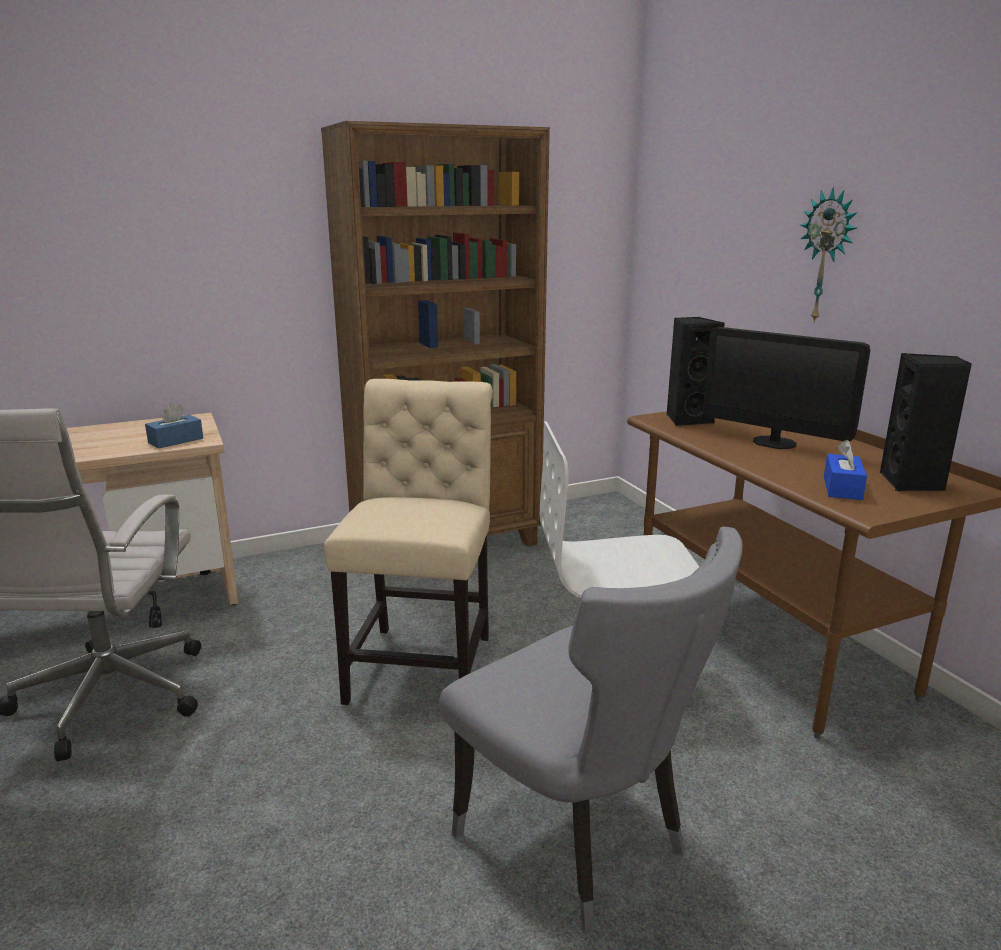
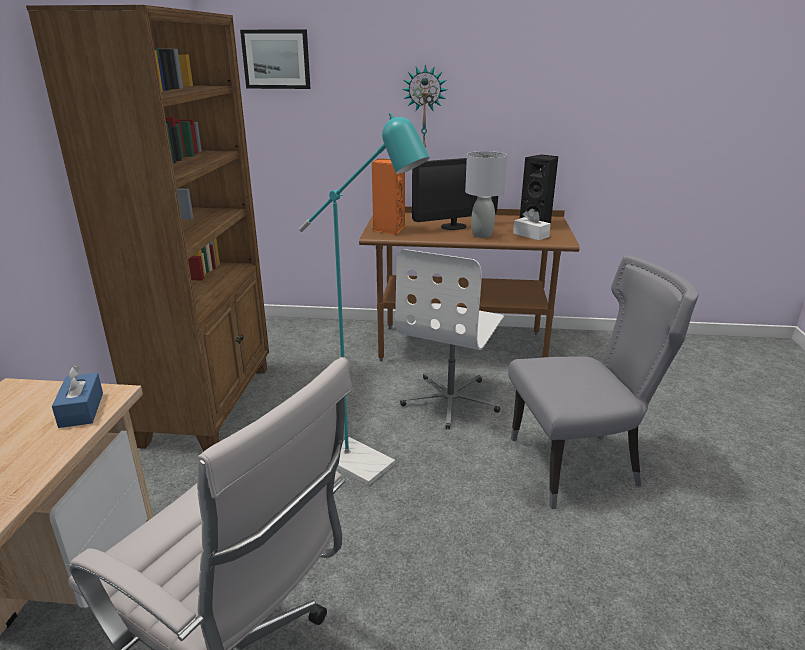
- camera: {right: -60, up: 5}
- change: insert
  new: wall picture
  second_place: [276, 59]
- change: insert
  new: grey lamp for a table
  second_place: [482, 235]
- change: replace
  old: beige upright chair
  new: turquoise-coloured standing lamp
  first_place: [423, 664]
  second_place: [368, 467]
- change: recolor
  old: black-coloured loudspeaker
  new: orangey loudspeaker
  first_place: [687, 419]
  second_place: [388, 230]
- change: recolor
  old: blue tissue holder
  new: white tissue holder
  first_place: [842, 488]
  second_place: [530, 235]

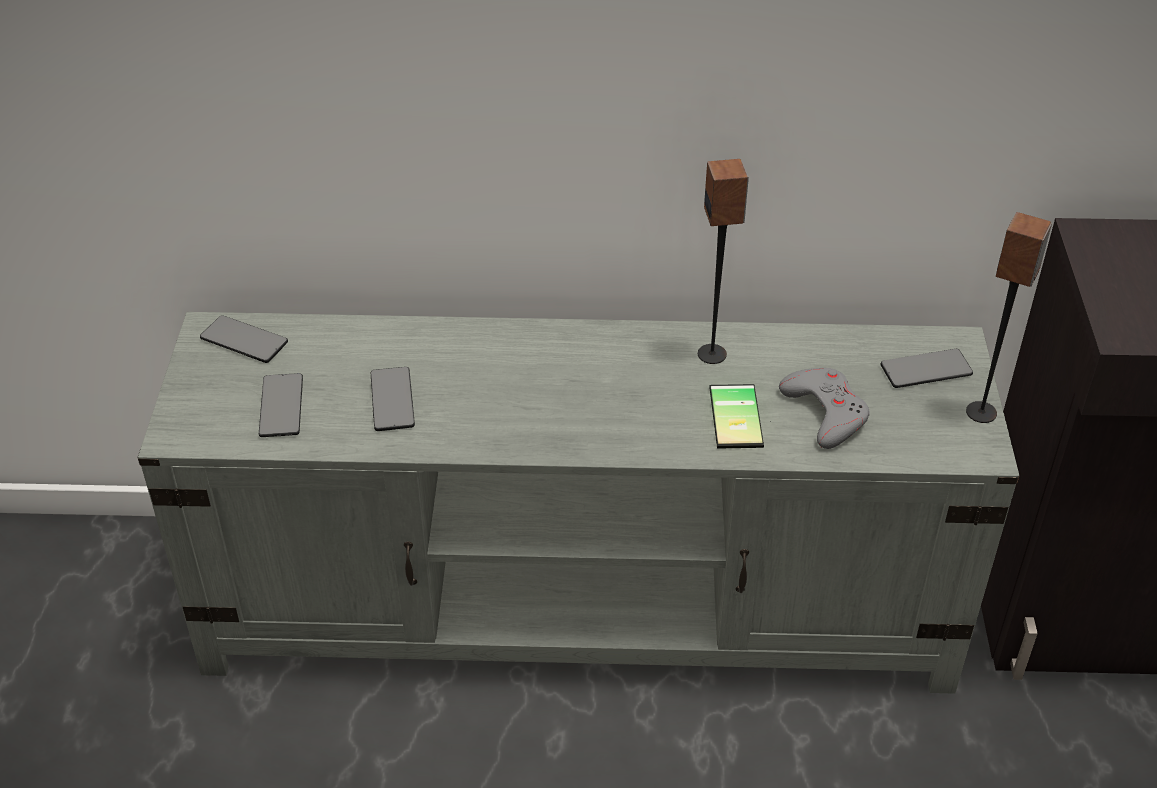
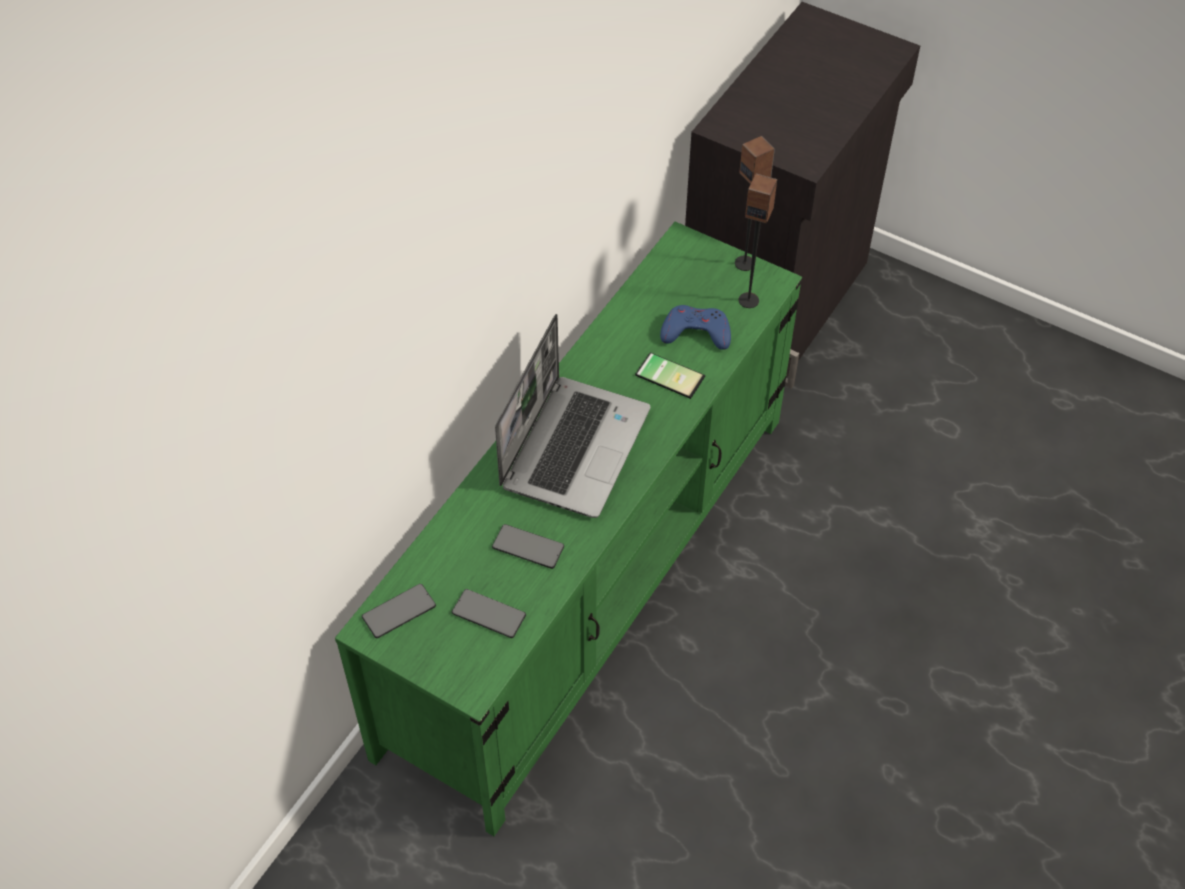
- camera: {right: -60, up: 10}
- change: delete
  old: phone
  first_place: [926, 370]
- change: insert
  new: notebook computer
  second_place: [574, 446]
- change: move
  old: loudspeaker
  first_place: [712, 354]
  second_place: [748, 300]
- change: recolor
  old: grey media console
  new: green-coloured media console
  first_place: [582, 608]
  second_place: [590, 577]
- change: recolor
  old: grey game controller
  new: blue game controller
  first_place: [825, 412]
  second_place: [696, 332]

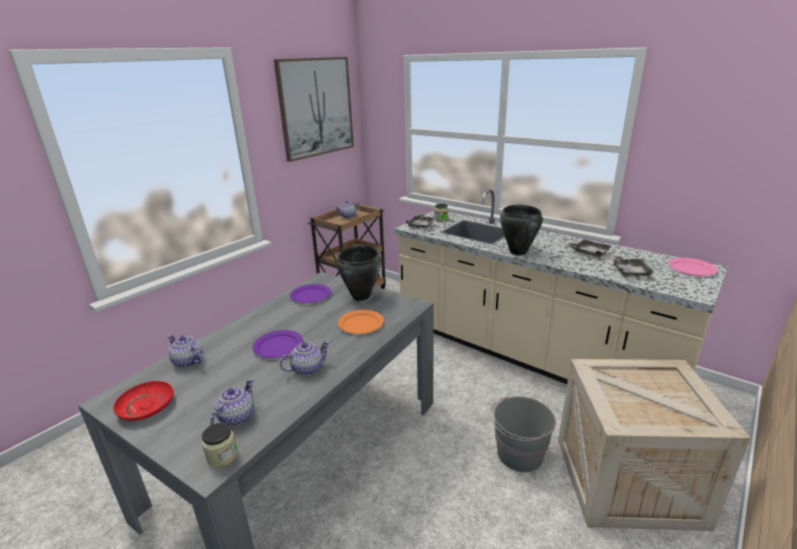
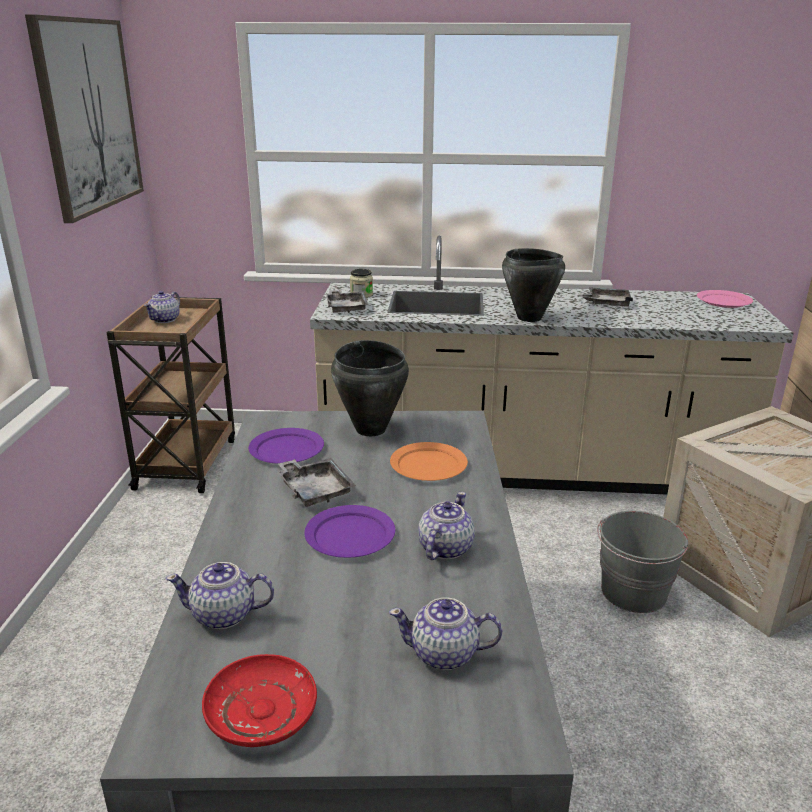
- camera: {right: -35, up: 0}
- change: delete
  old: storage jar
  first_place: [222, 456]
- change: move
  old: grey serving tray
  first_place: [630, 271]
  second_place: [315, 490]
- change: rotate
  old: tea pot
  first_place: [236, 417]
  second_place: [445, 654]
  degrees: -75

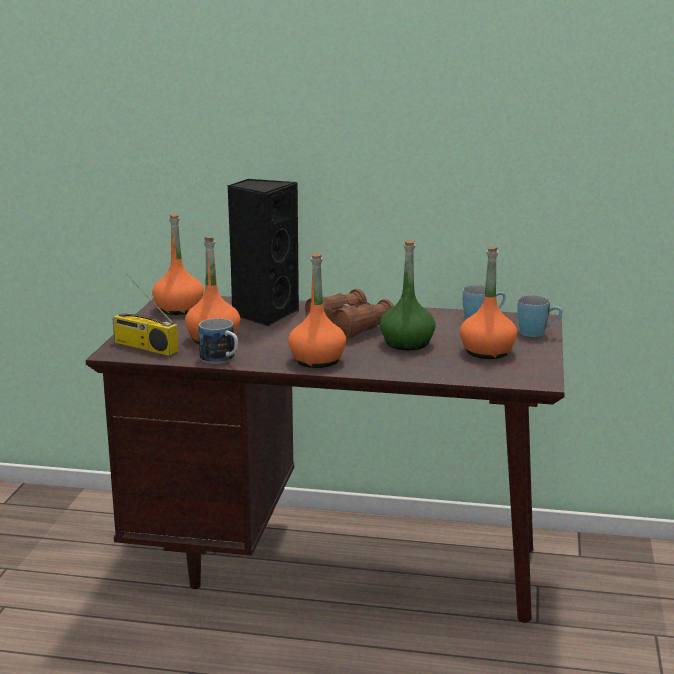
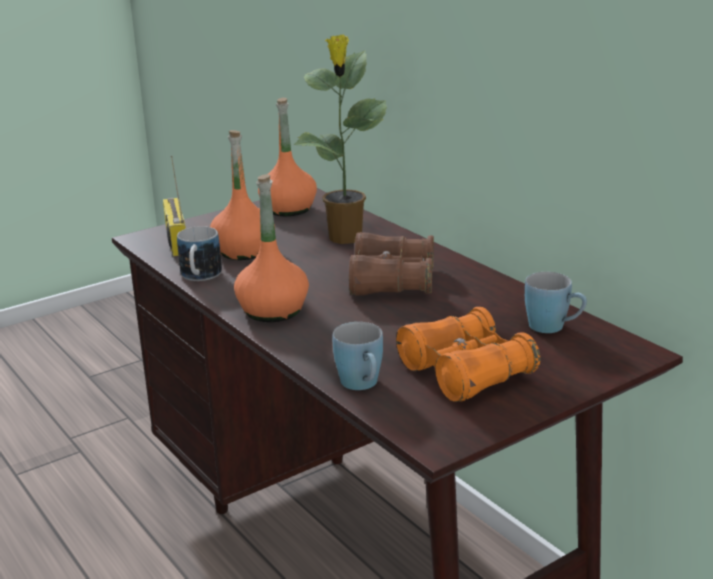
- camera: {right: 45, up: 5}
- change: delete
  old: green-coloured drink bottle
  first_place: [407, 343]
- change: move
  old: blue mug
  first_place: [538, 334]
  second_place: [362, 385]
- change: replace
  old: black-coloured loudspeaker
  new: houseplant
  first_place: [264, 314]
  second_place: [345, 238]
- change: replace
  old: orangey drink bottle
  new: orangey field glasses
  first_place: [487, 352]
  second_place: [465, 372]

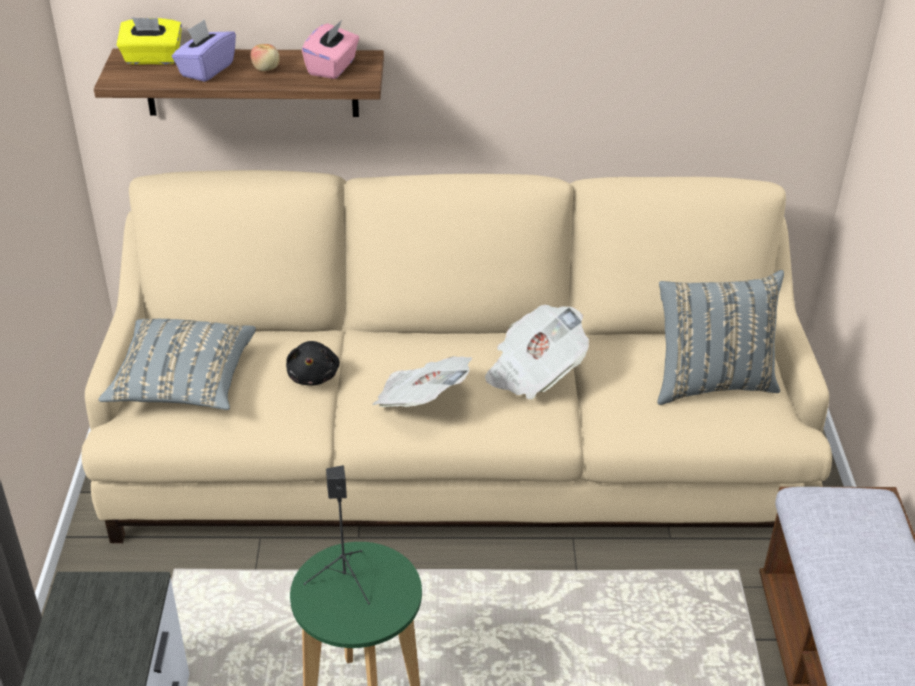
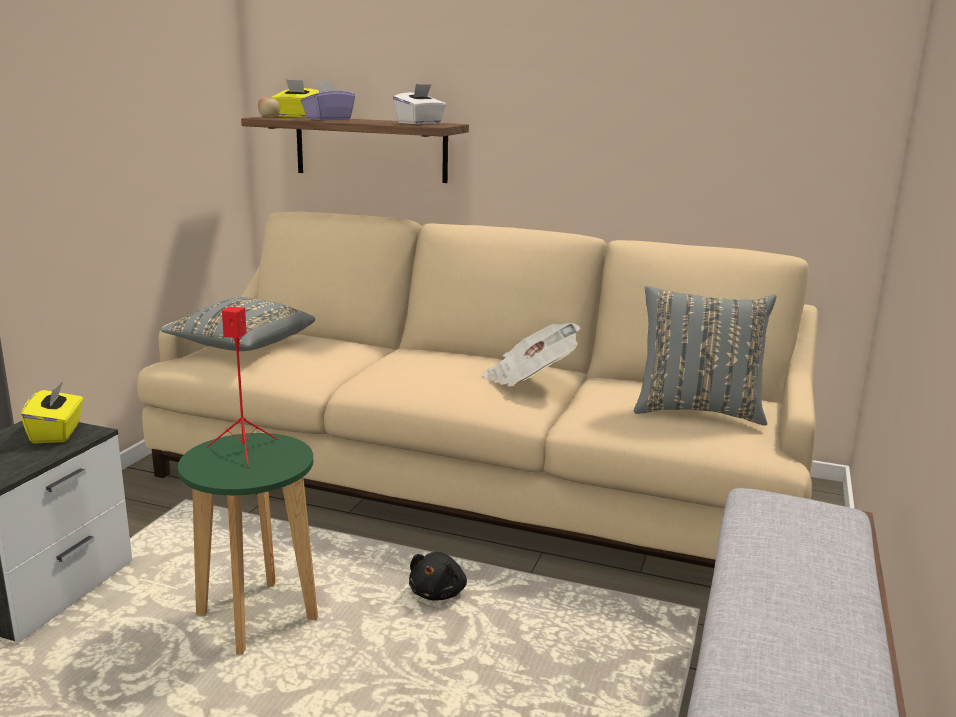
- camera: {right: 20, up: -20}
- change: delete
  old: daily paper
  first_place: [421, 401]
- change: insert
  new: yellow tissue holder
  second_place: [57, 433]
- change: move
  old: apple fruit
  first_place: [266, 69]
  second_place: [269, 117]
- change: move
  old: black-coloured cuddly toy
  first_place: [313, 376]
  second_place: [438, 592]
- change: recolor
  old: pinkish tissue holder
  new: white tissue holder
  first_place: [332, 67]
  second_place: [420, 123]
- change: recolor
  old: black-coloured loudspeaker
  new: red loudspeaker
  first_place: [344, 578]
  second_place: [244, 450]

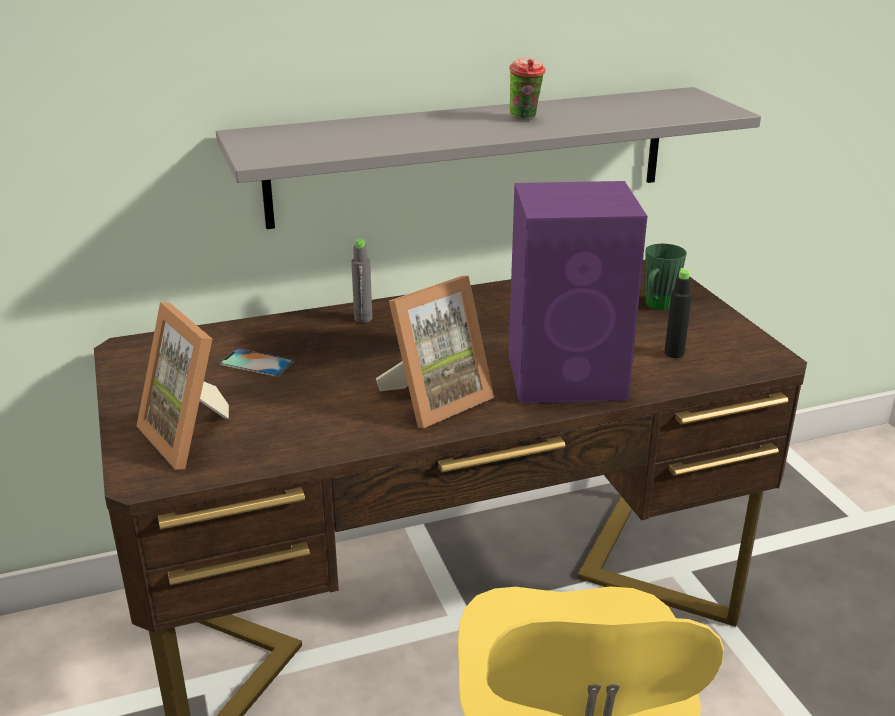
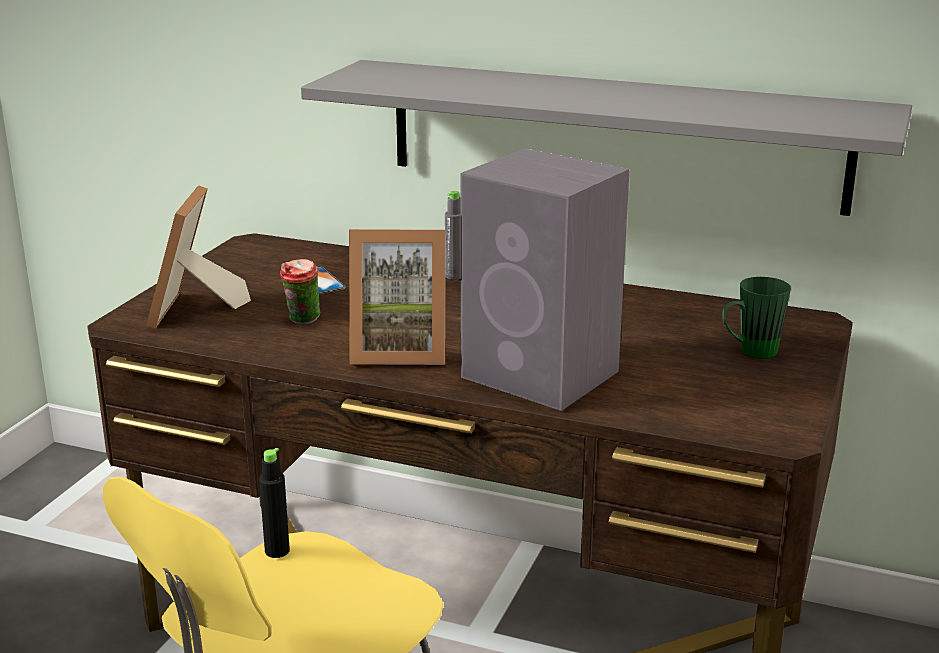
- camera: {right: 40, up: -5}
- change: move
  old: small cup
  first_place: [525, 118]
  second_place: [302, 322]
- change: move
  old: black-coloured drink bottle
  first_place: [674, 353]
  second_place: [277, 551]
- change: recolor
  old: purple-coloured loudspeaker
  new: grey loudspeaker
  first_place: [569, 377]
  second_place: [543, 375]

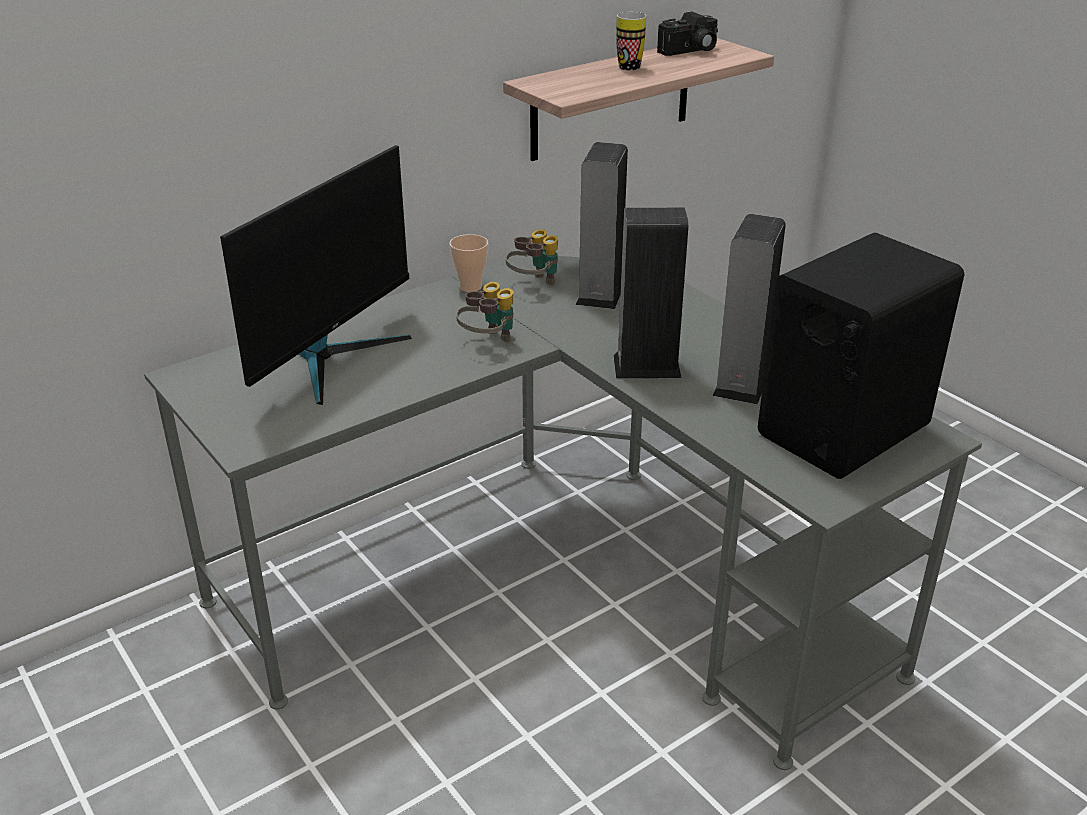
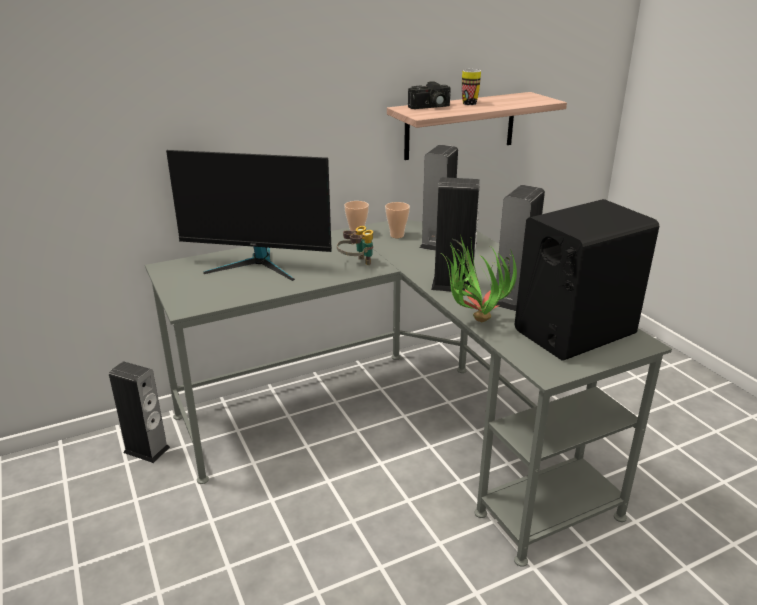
- camera: {right: 10, up: -5}
- change: insert
  new: loudspeaker
  second_place: [146, 450]
- change: insert
  new: houseplant
  second_place: [472, 321]
- change: move
  old: still camera
  first_place: [690, 51]
  second_place: [430, 107]
- change: replace
  old: field glasses
  new: small cup
  first_place: [534, 284]
  second_place: [397, 235]
- change: rotate
  old: computer display
  first_place: [332, 357]
  second_place: [258, 265]
  degrees: 60

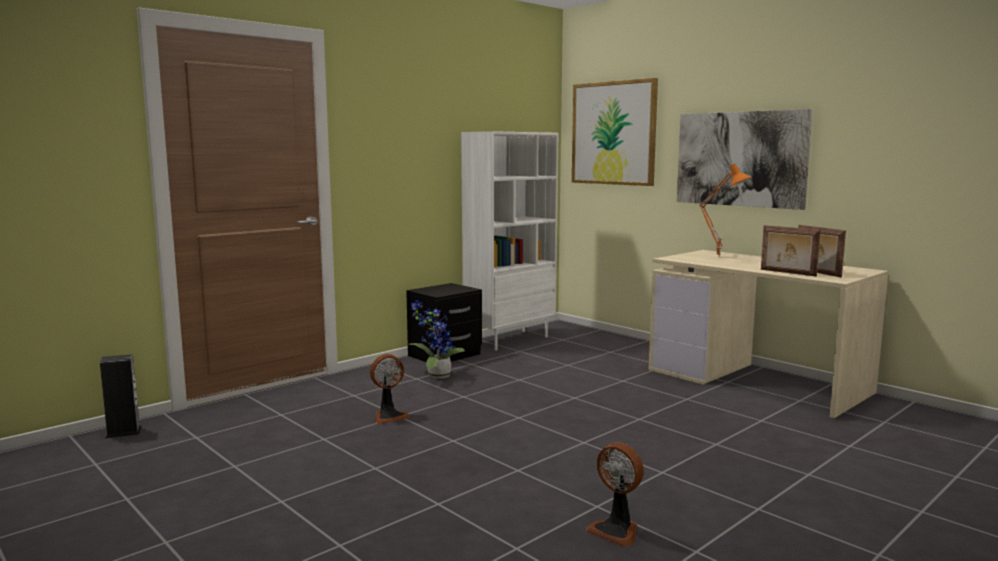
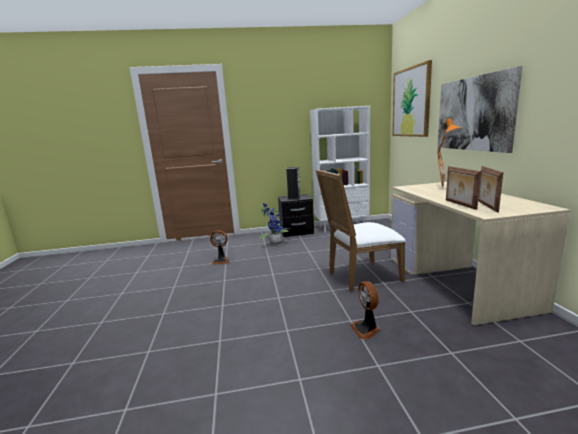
- camera: {right: 35, up: 5}
- change: insert
  new: white upright chair
  second_place: [360, 277]
- change: move
  old: loudspeaker
  first_place: [123, 432]
  second_place: [294, 198]
- change: move
  old: fan
  first_place: [616, 531]
  second_place: [366, 329]

